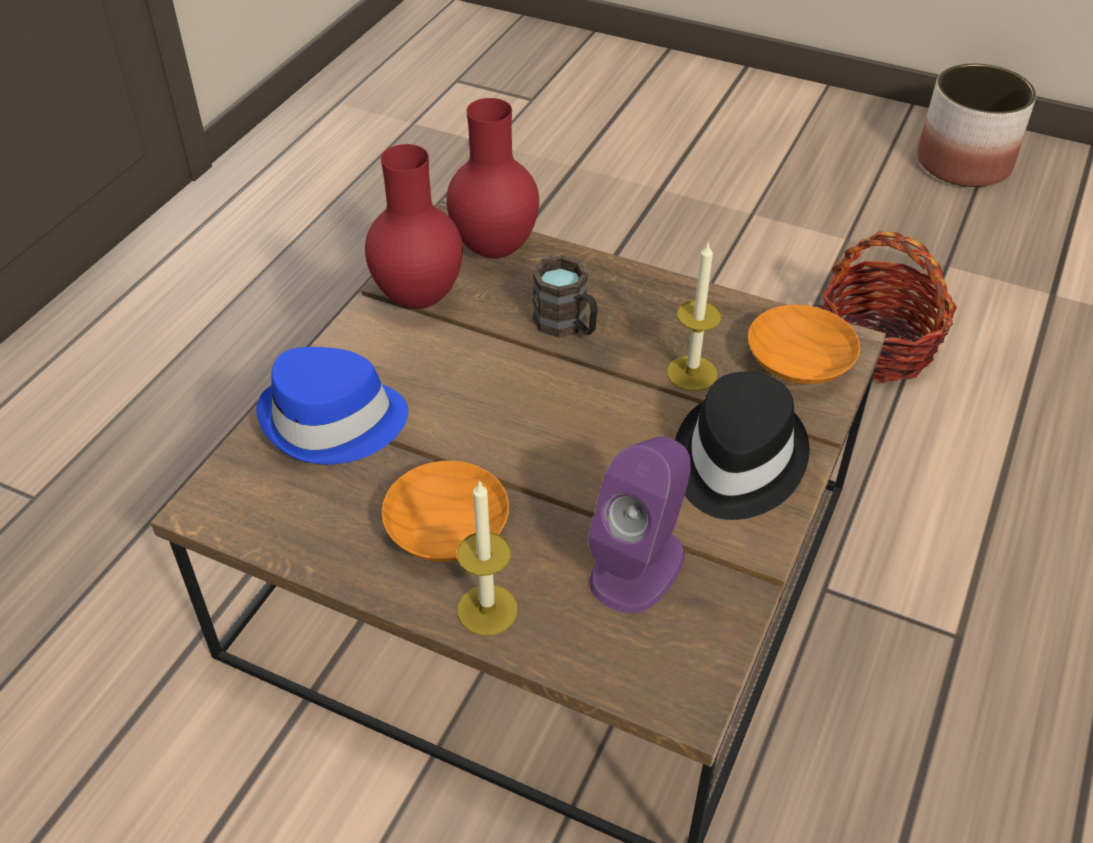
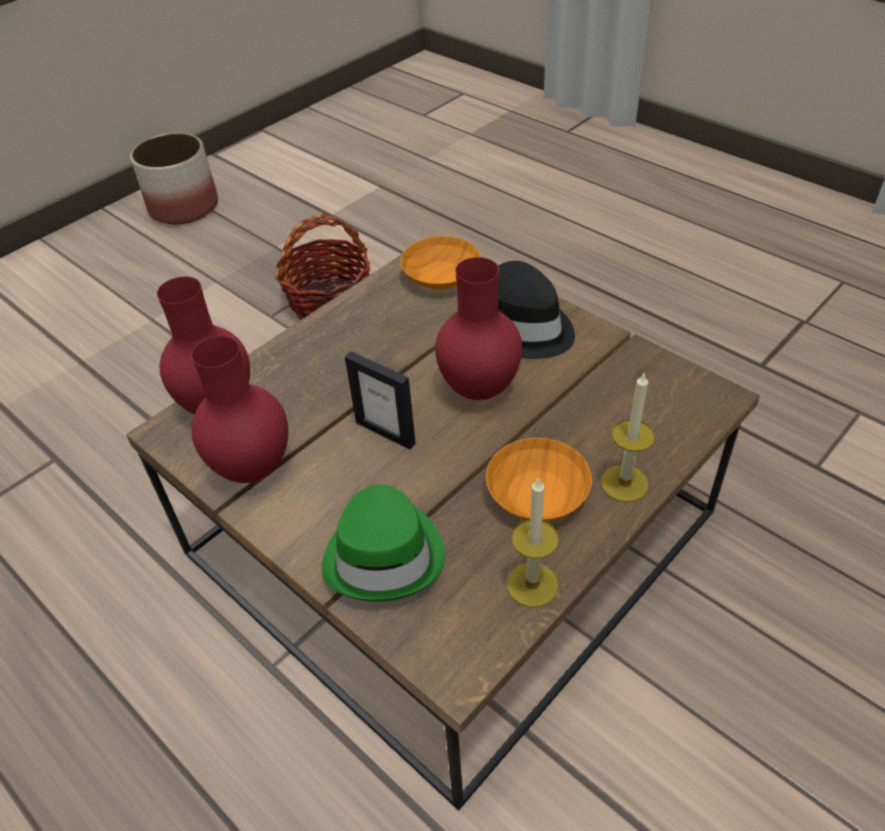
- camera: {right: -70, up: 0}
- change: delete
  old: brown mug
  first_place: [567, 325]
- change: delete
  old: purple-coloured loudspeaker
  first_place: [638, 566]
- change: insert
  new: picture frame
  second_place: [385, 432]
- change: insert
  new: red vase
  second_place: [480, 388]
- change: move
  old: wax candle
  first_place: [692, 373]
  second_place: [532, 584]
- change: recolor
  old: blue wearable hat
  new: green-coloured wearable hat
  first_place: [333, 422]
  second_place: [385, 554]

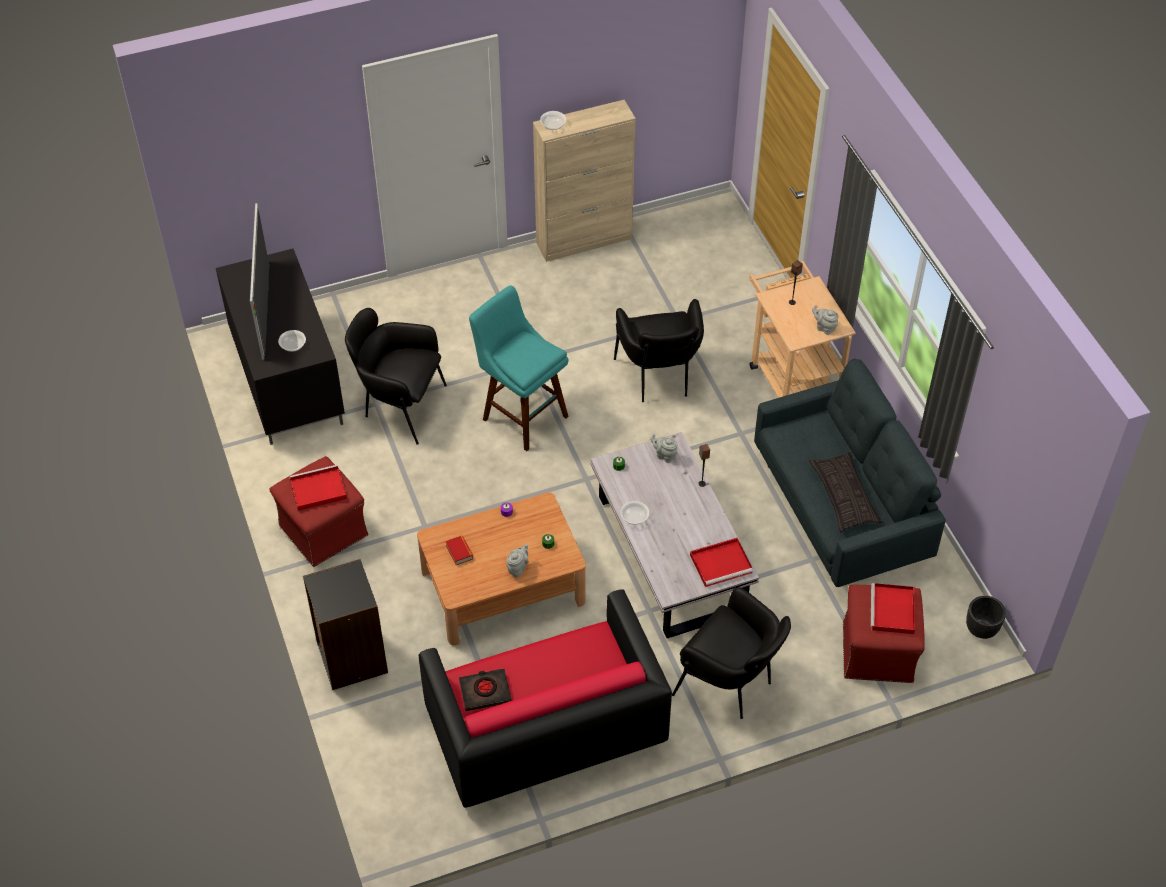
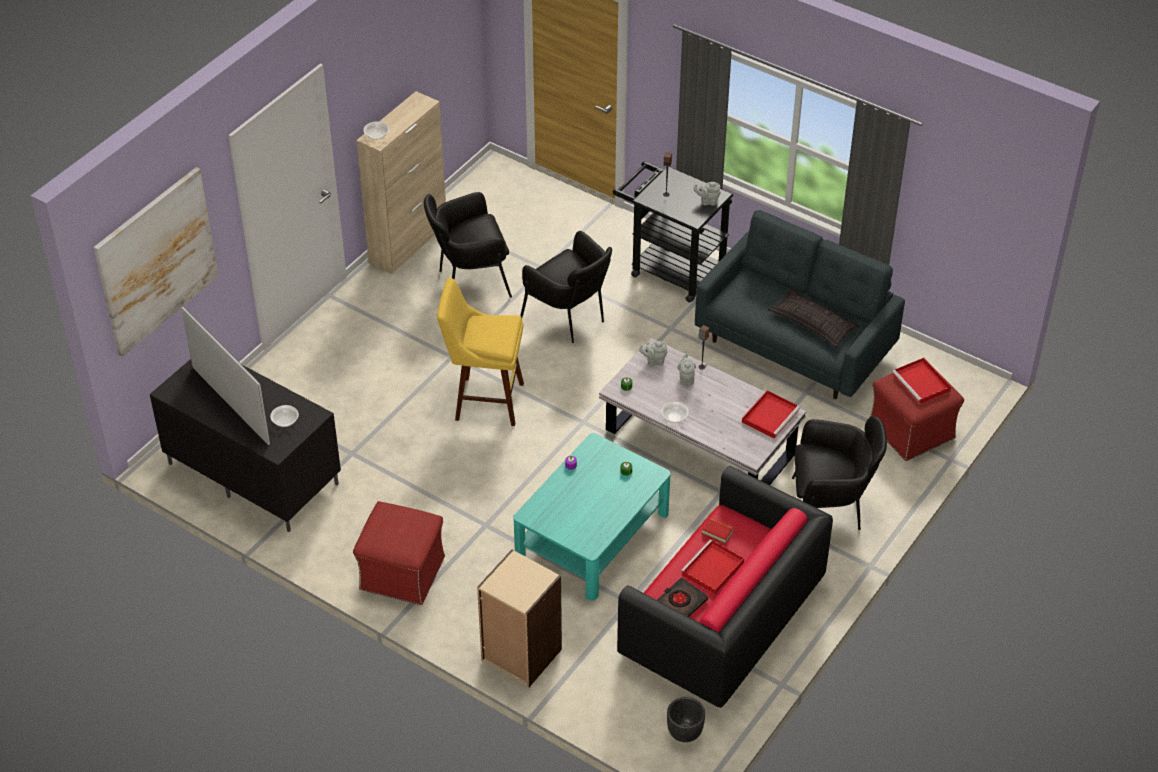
- camera: {right: -35, up: -5}
- change: insert
  new: wall picture
  second_place: [156, 261]
- change: move
  old: red serving tray
  first_place: [317, 490]
  second_place: [712, 569]
- change: move
  old: black-coloured easy chair
  first_place: [399, 406]
  second_place: [469, 279]
- change: move
  old: volume
  first_place: [459, 552]
  second_place: [717, 532]
- change: move
  old: grey tea pot
  first_place: [518, 568]
  second_place: [686, 378]
- change: move
  old: black-coloured planter
  first_place: [981, 629]
  second_place: [685, 733]
- change: recolor
  old: black-coloured bookcase
  new: beige bookcase
  first_place: [351, 658]
  second_place: [521, 655]
- change: recolor
  old: brown lounge table
  new: turquoise-coloured lounge table
  first_place: [503, 586]
  second_place: [592, 536]
- change: recolor
  old: turquoise-coloured stool
  new: yellow stool
  first_place: [521, 415]
  second_place: [484, 401]
- change: recolor
  old: beige trolley
  new: black-coloured trolley
  first_place: [790, 377]
  second_place: [670, 269]

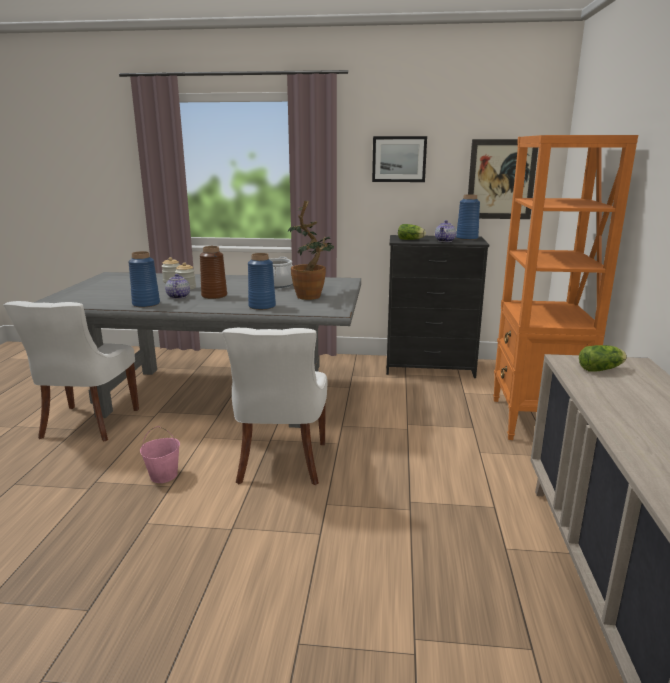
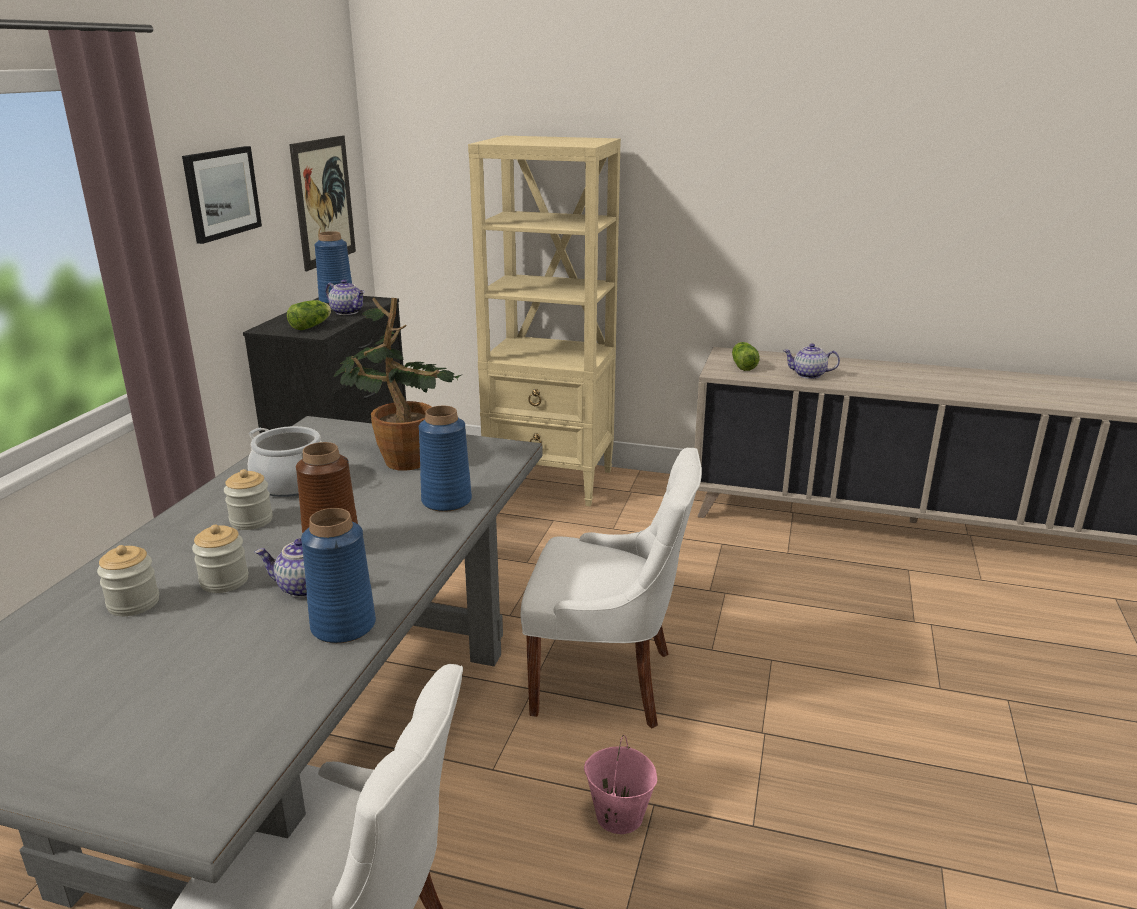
- camera: {right: -80, up: 5}
- change: insert
  new: storage jar
  second_place: [251, 520]
- change: insert
  new: tea pot
  second_place: [808, 375]
- change: recolor
  old: orangey bookcase
  new: beige bookcase
  first_place: [535, 420]
  second_place: [551, 481]

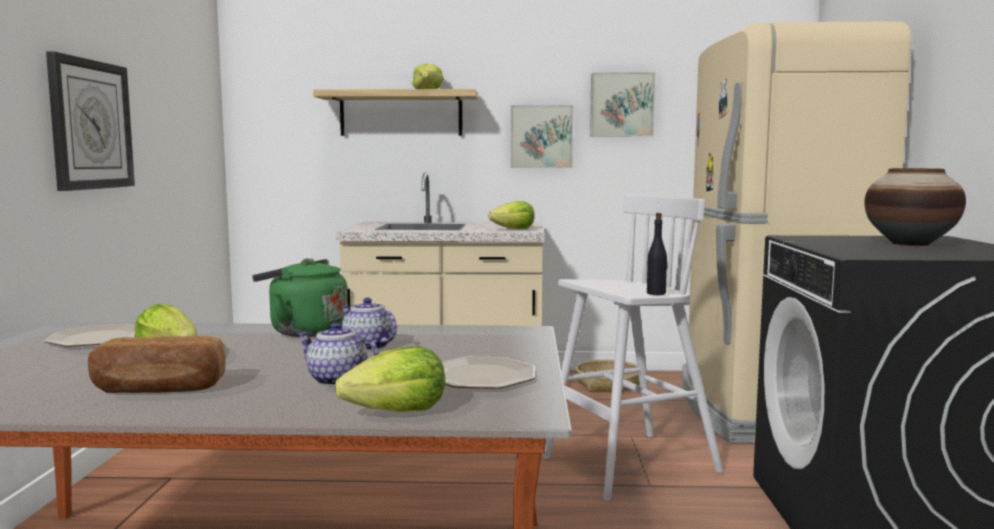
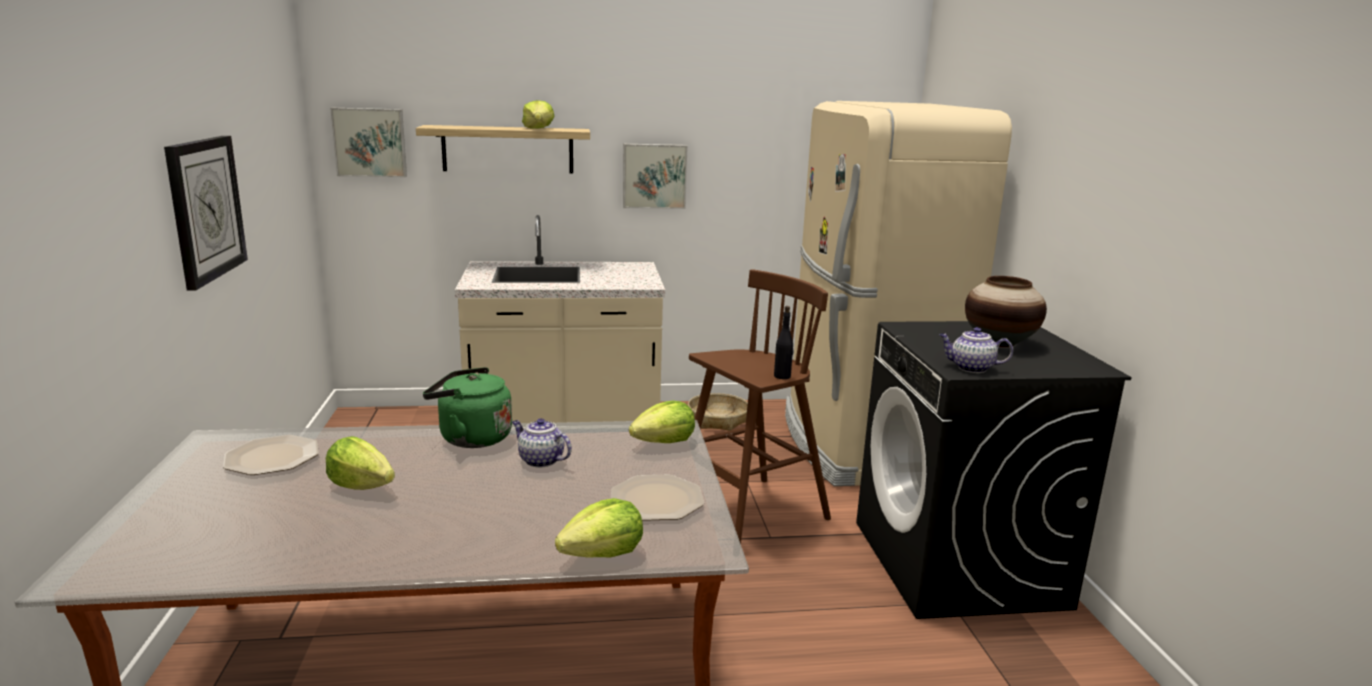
- camera: {right: -10, up: 10}
- change: delete
  old: bread
  first_place: [159, 389]
- change: move
  old: tea pot
  first_place: [336, 380]
  second_place: [970, 368]
- change: move
  old: lettuce head
  first_place: [513, 229]
  second_place: [664, 442]
- change: move
  old: wall picture
  first_place: [621, 105]
  second_place: [370, 142]
- change: recolor
  old: white stool
  new: brown stool
  first_place: [628, 465]
  second_place: [748, 516]

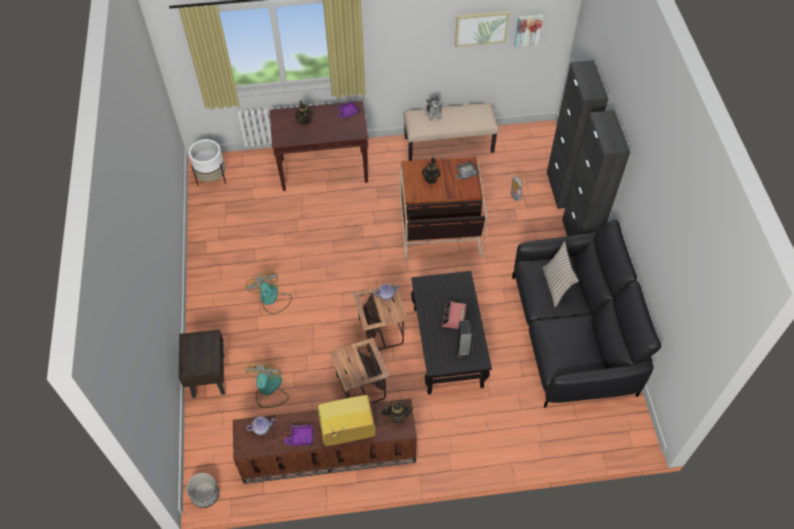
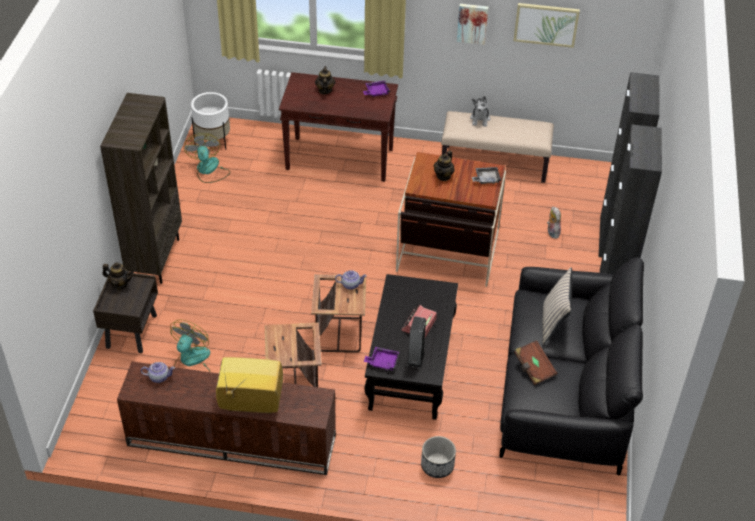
- camera: {right: 15, up: -10}
- change: insert
  new: brown bookcase
  second_place: [155, 258]
- change: insert
  new: brown volume
  second_place: [533, 368]
- change: move
  old: planter
  first_place: [205, 494]
  second_place: [437, 465]
- change: move
  old: fan
  first_place: [271, 299]
  second_place: [209, 170]
- change: move
  old: purple-coloured serving tray
  first_place: [301, 437]
  second_place: [382, 362]
- change: move
  old: tea pot
  first_place: [397, 416]
  second_place: [120, 284]
- change: move
  old: wall picture
  first_place: [528, 30]
  second_place: [472, 23]

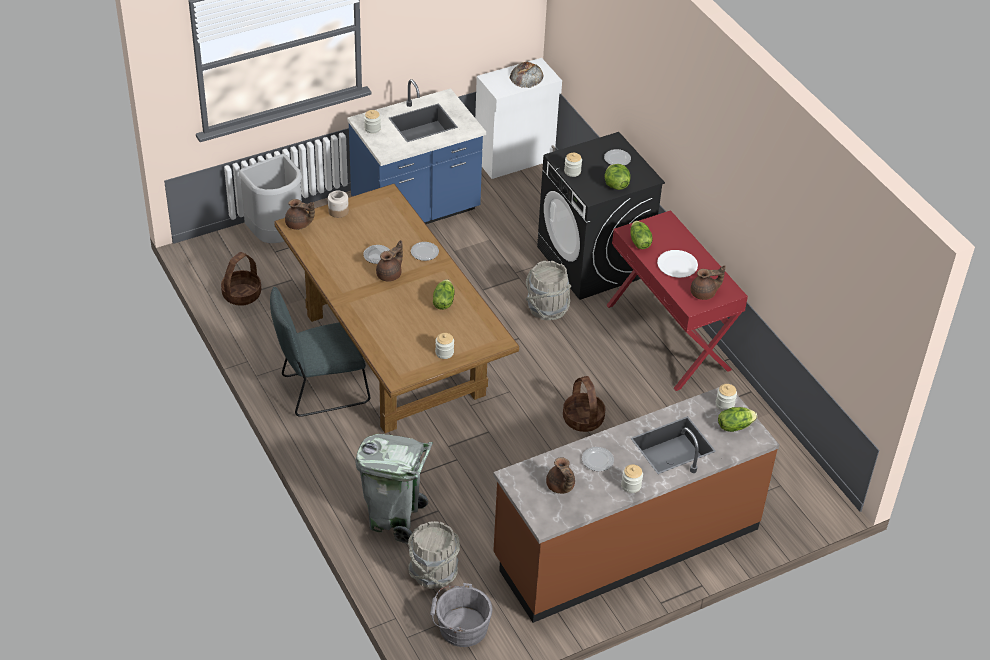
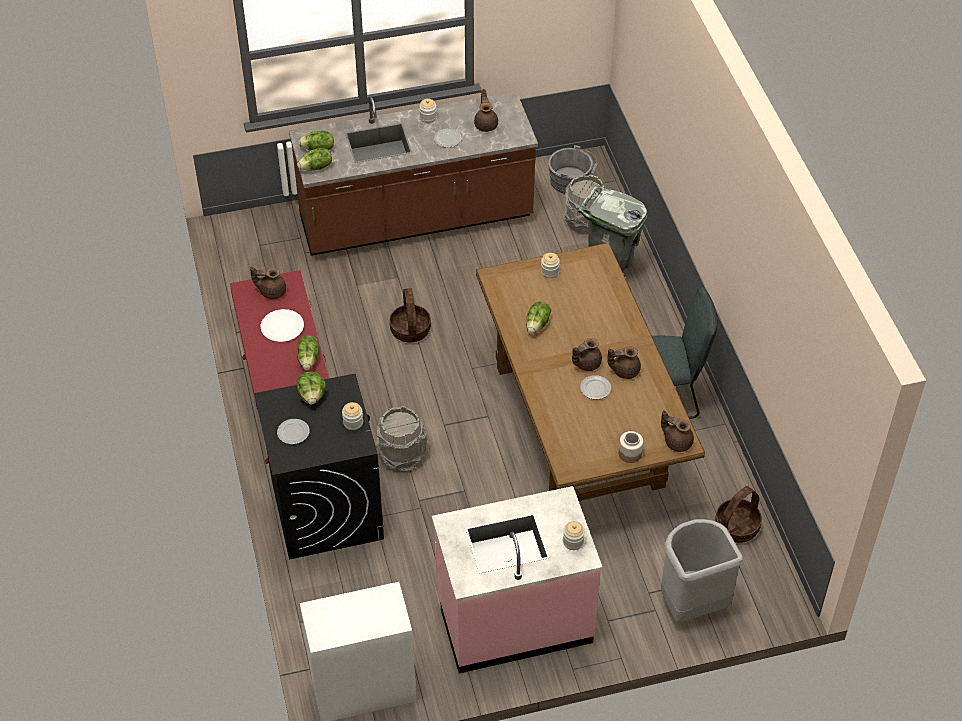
- camera: {right: -165, up: 5}
- change: delete
  old: plate
  first_place: [425, 252]
- change: delete
  old: bread
  first_place: [526, 76]
- change: insert
  new: brown tea pot
  second_place: [624, 370]
- change: replace
  old: storage jar
  new: lettuce head
  first_place: [725, 404]
  second_place: [316, 167]
- change: recolor
  old: blue kitchen base unit
  new: pinkish kitchen base unit
  first_place: [416, 211]
  second_place: [513, 618]

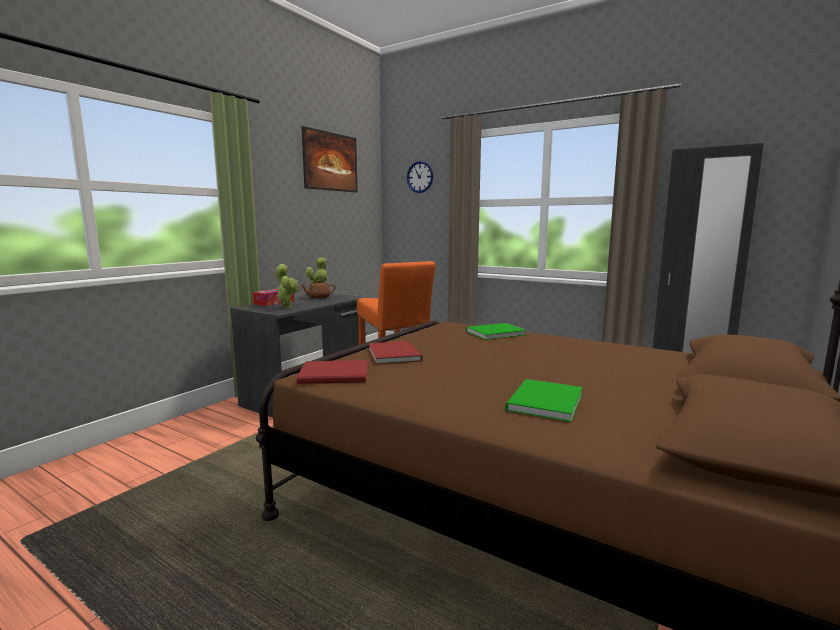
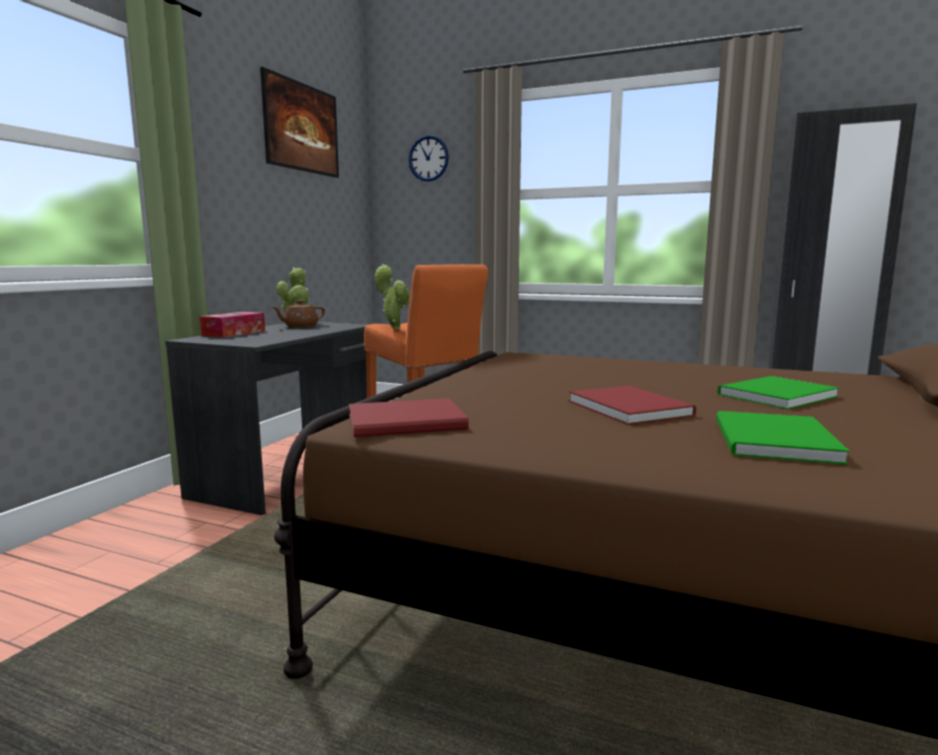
- camera: {right: -10, up: 0}
- change: move
  old: houseplant
  first_place: [287, 307]
  second_place: [394, 328]
- change: move
  old: red volume
  first_place: [395, 354]
  second_place: [629, 407]
- change: move
  old: green-coloured volume
  first_place: [493, 333]
  second_place: [773, 395]

